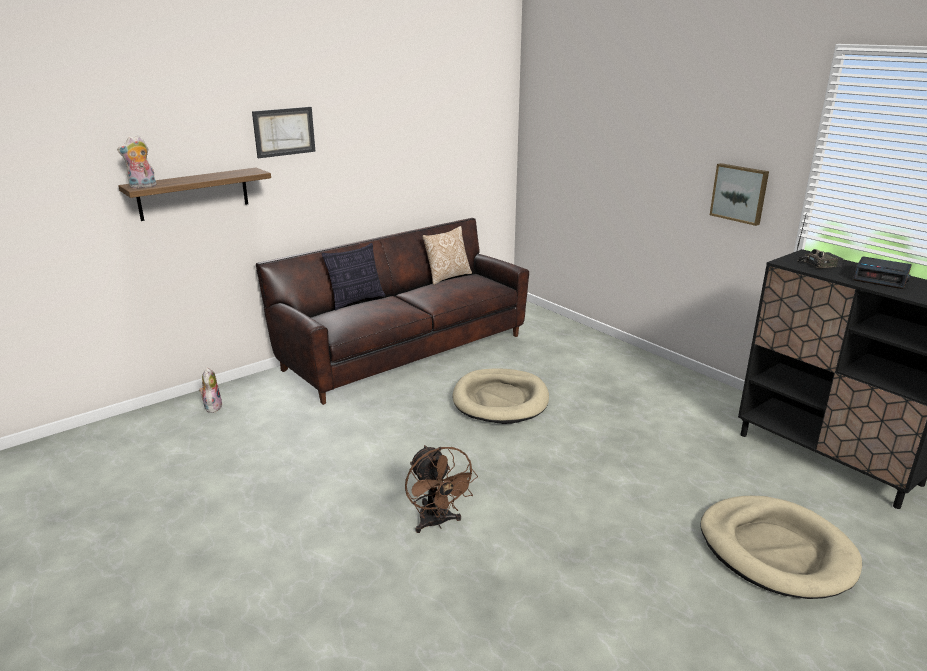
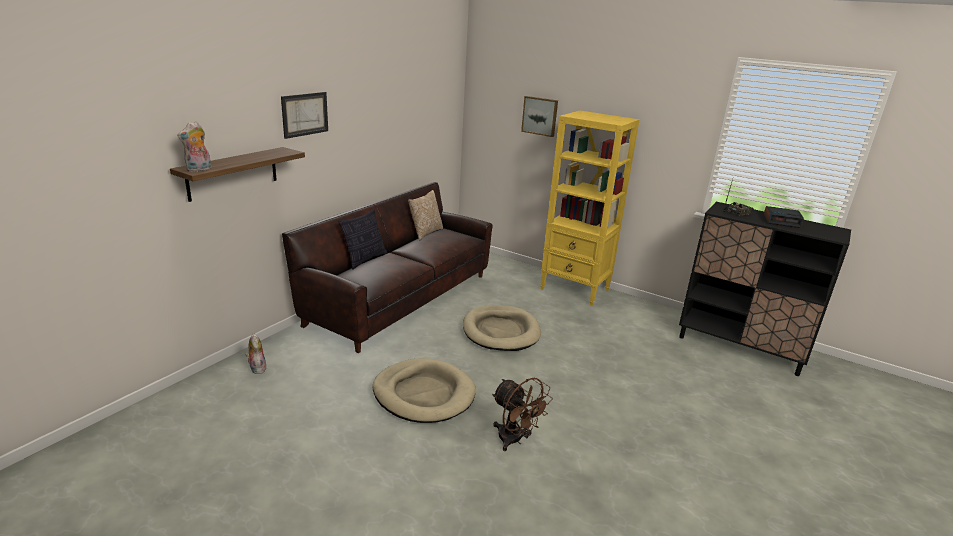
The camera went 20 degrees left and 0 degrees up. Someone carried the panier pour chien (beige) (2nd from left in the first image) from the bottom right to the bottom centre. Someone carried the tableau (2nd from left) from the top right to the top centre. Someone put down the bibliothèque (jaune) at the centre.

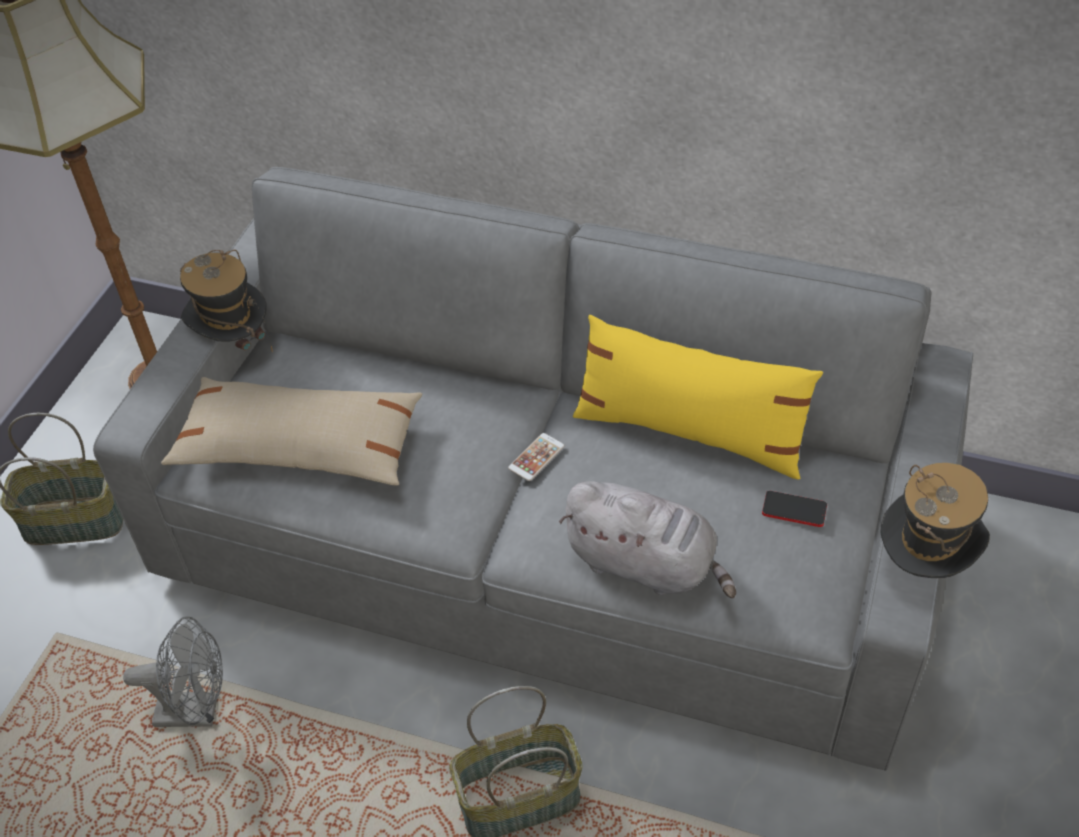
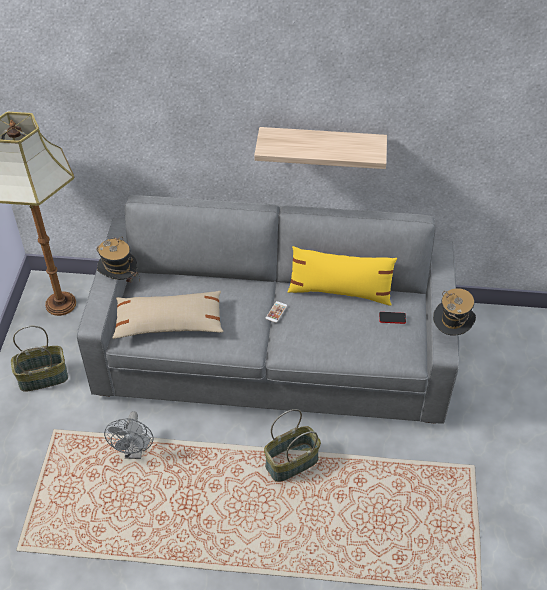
The camera went 15 degrees left and 0 degrees up. Someone rotated the ventilateur (gris) at the bottom left by 105 degrees clockwise. Someone took away the peluche (gris) at the centre. Someone put up the étagère at the top centre.

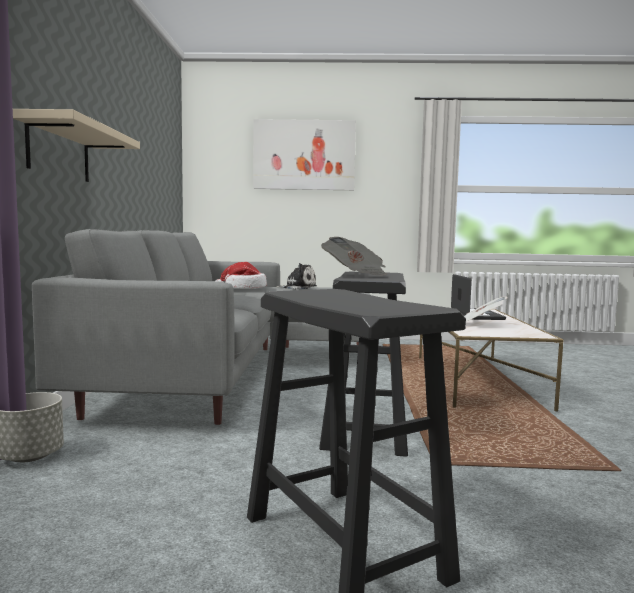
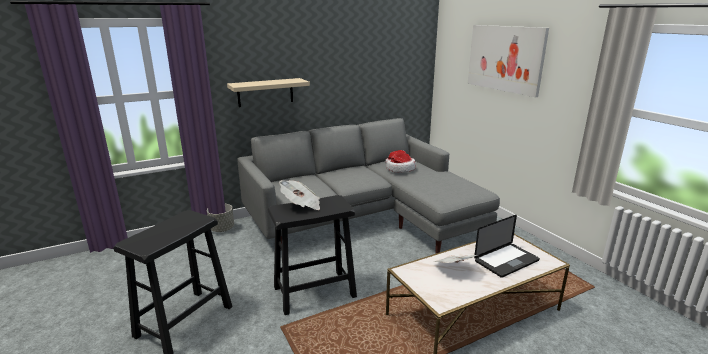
The camera went 60 degrees right and 15 degrees up. Someone took away the peluche at the centre.

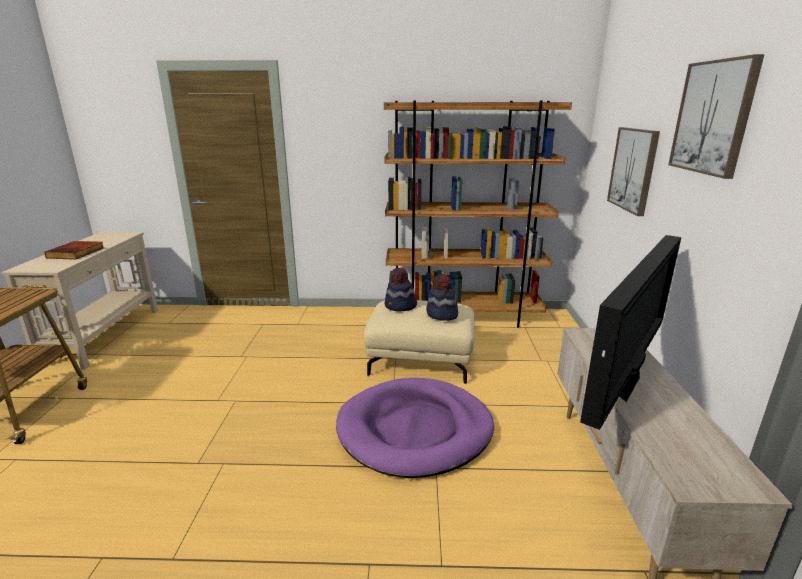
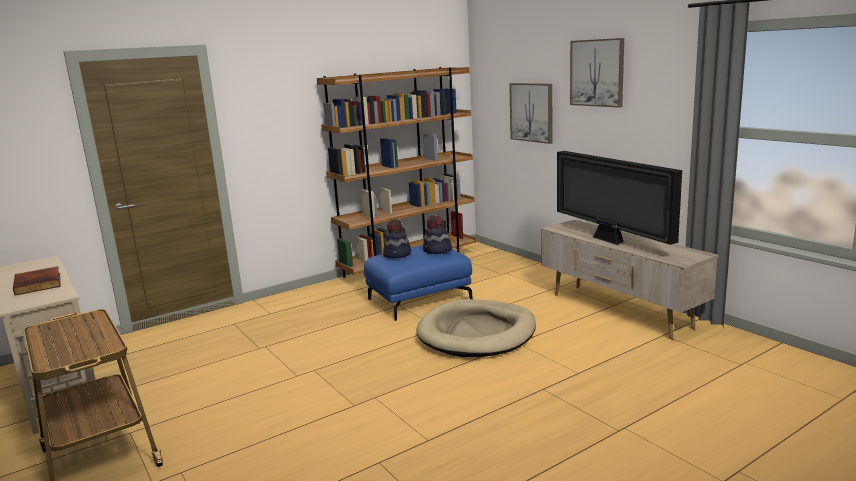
The camera went 35 degrees left and 5 degrees down. Someone repainted the panier pour chien (violet) at the bottom centre, which became the panier pour chien (beige) at the bottom centre. Someone repainted the pouf (beige) at the centre, which became the pouf (bleu) at the centre. Someone rotated the téléviseur at the middle right by 150 degrees clockwise.

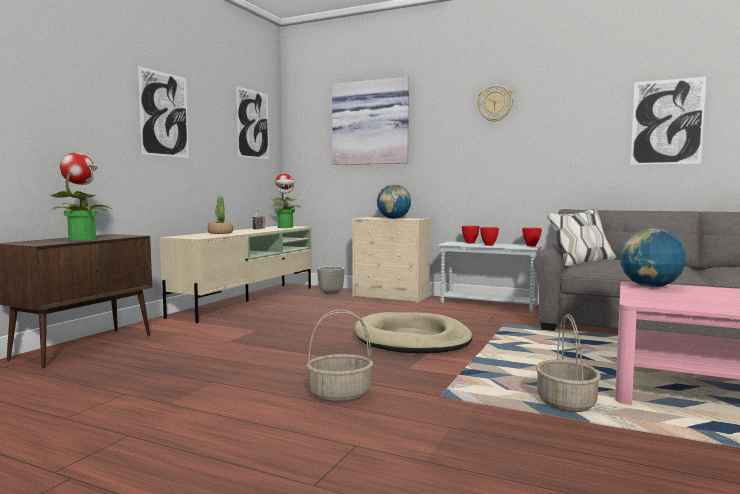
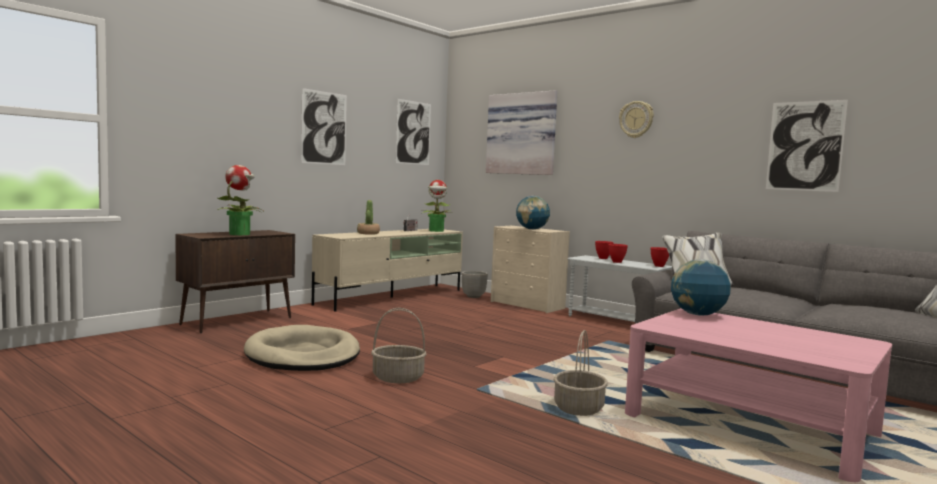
The camera went 15 degrees right and 0 degrees up. Someone carried the panier pour chien (beige) from the bottom centre to the bottom left.

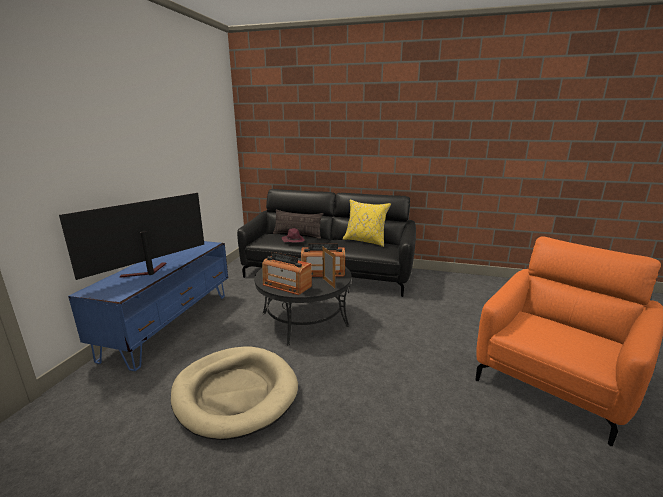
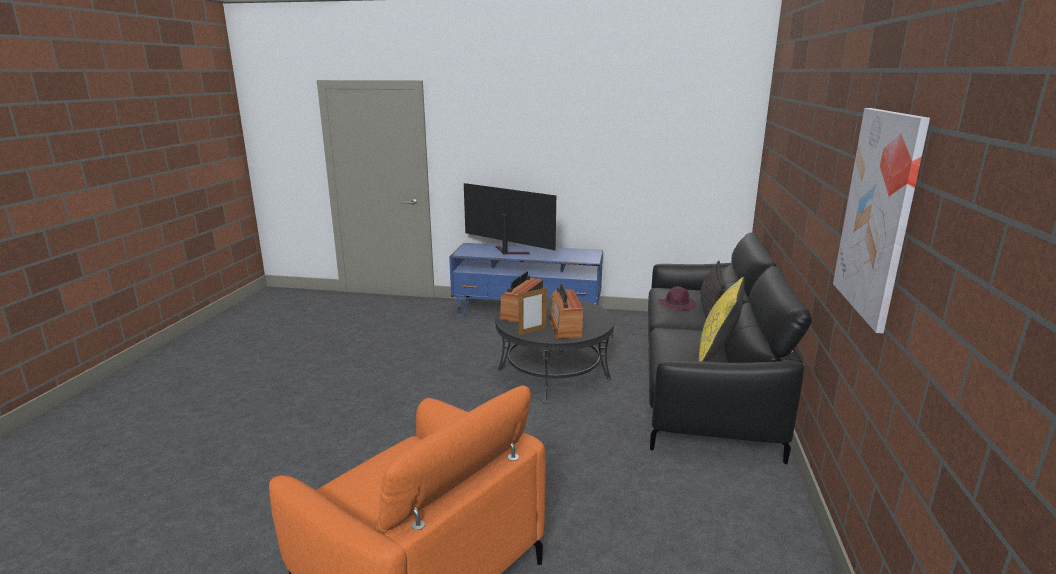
The camera went 85 degrees right and 0 degrees up. Someone took away the panier pour chien (beige) at the bottom centre. Someone put up the tableau at the middle right.

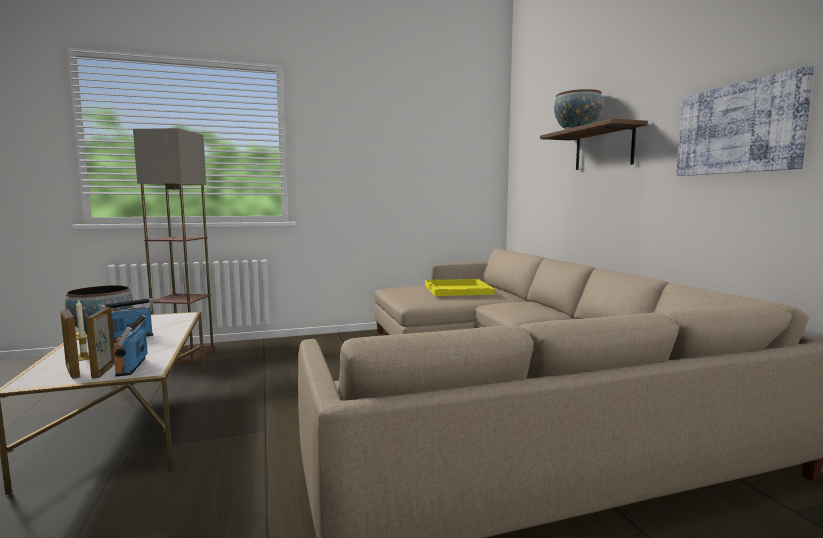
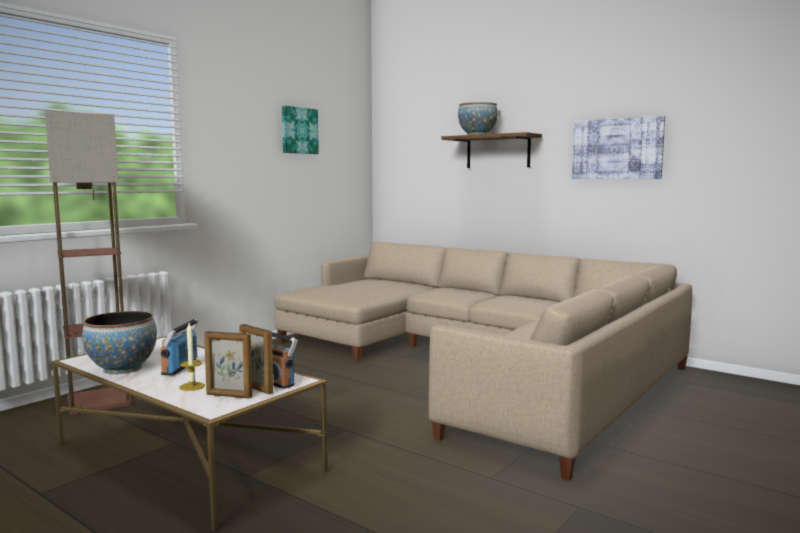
The camera went 35 degrees left and 0 degrees up. Someone took away the plateau (jaune) at the centre. Someone put up the tableau (1st from left) at the top centre.

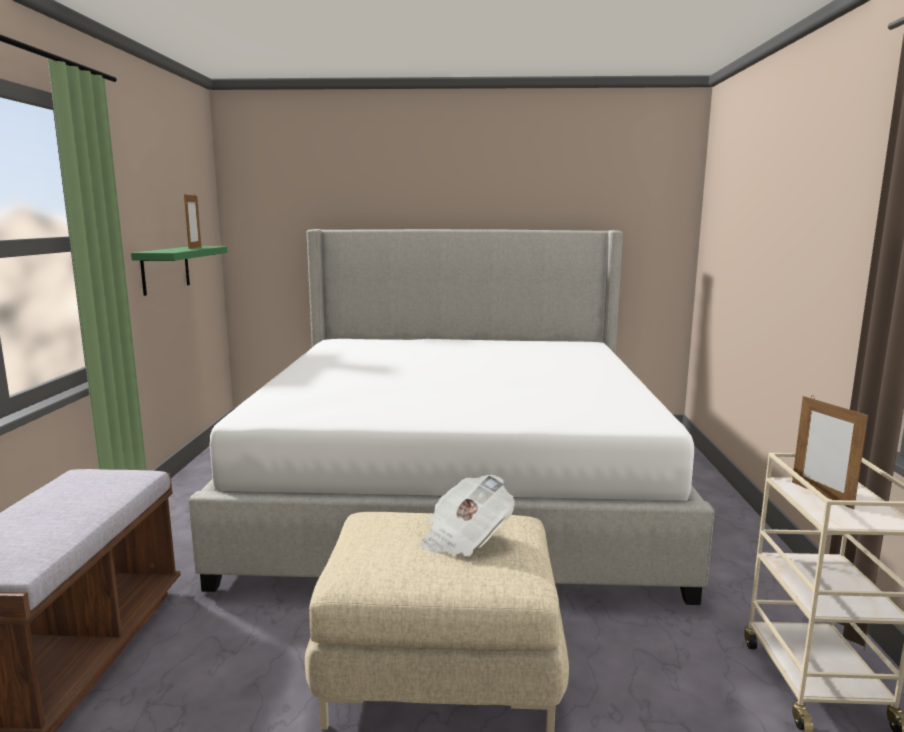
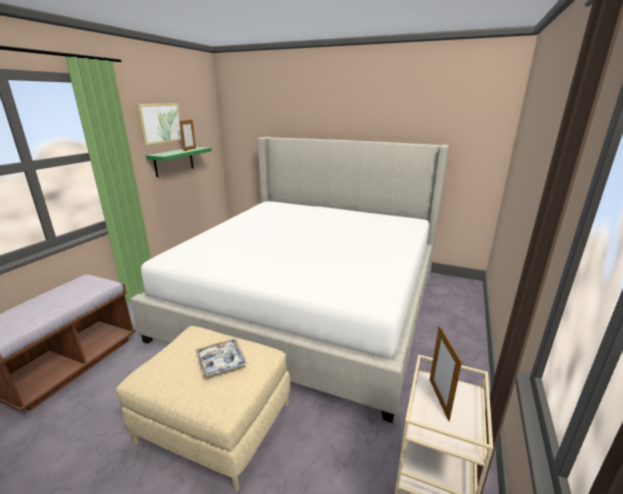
The camera went 20 degrees right and 10 degrees up. Someone swapped the journal at the bottom centre for the plateau at the bottom centre. Someone put up the tableau at the top left.

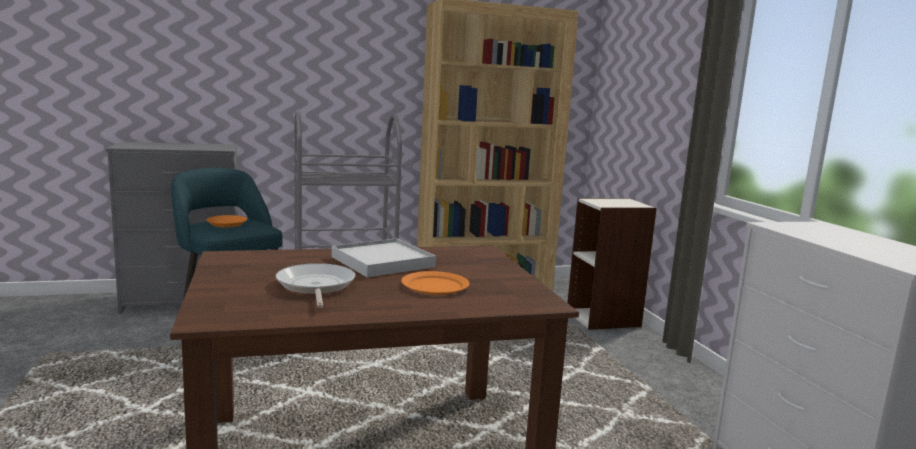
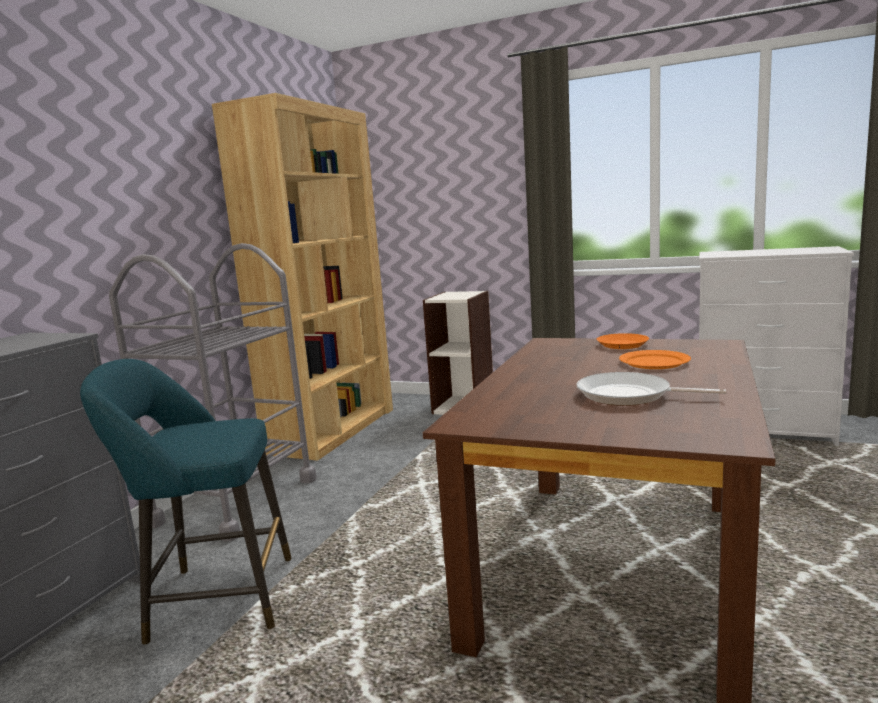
The camera went 50 degrees left and 0 degrees up. Someone carried the assiette (orange) (1st from left) from the middle left to the middle right. Someone took away the plateau (blanc) at the centre.

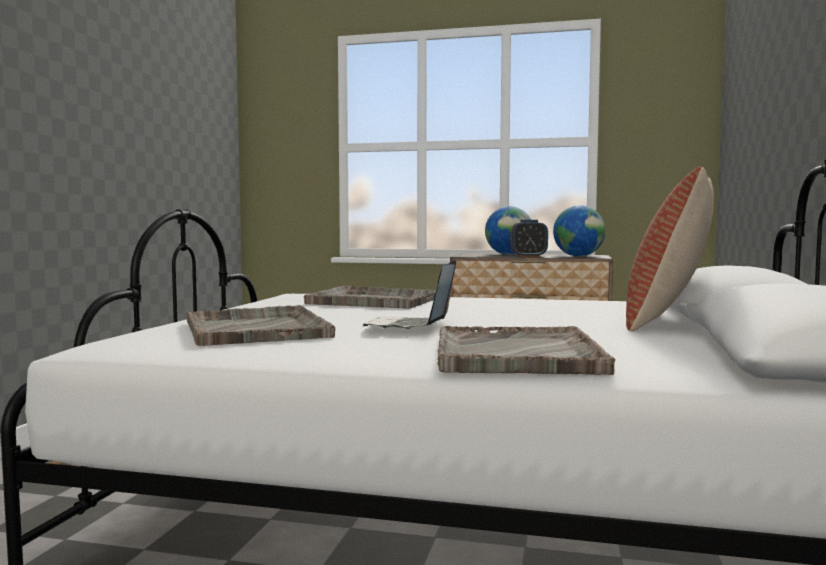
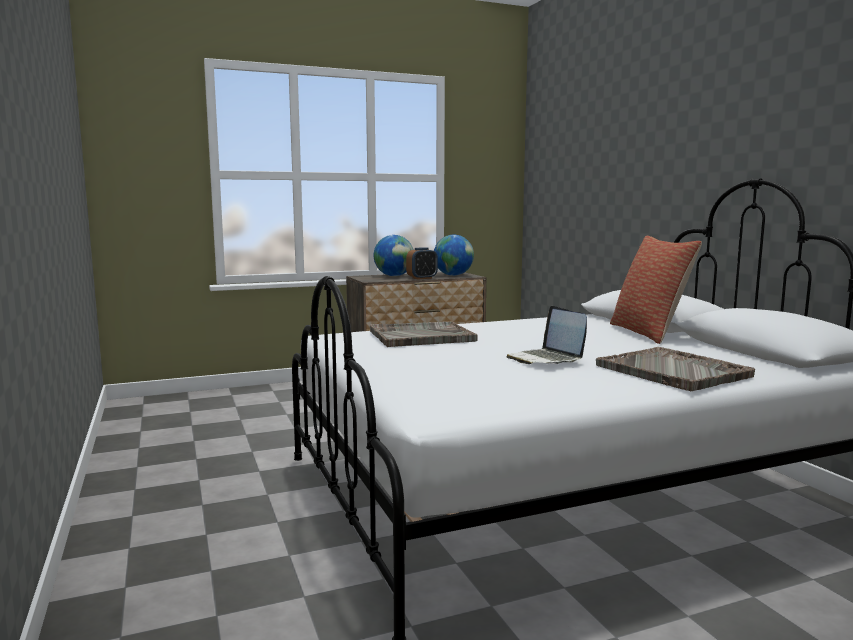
The camera went 35 degrees left and 5 degrees up. Someone took away the plateau (gris) (1st from left) at the middle left.

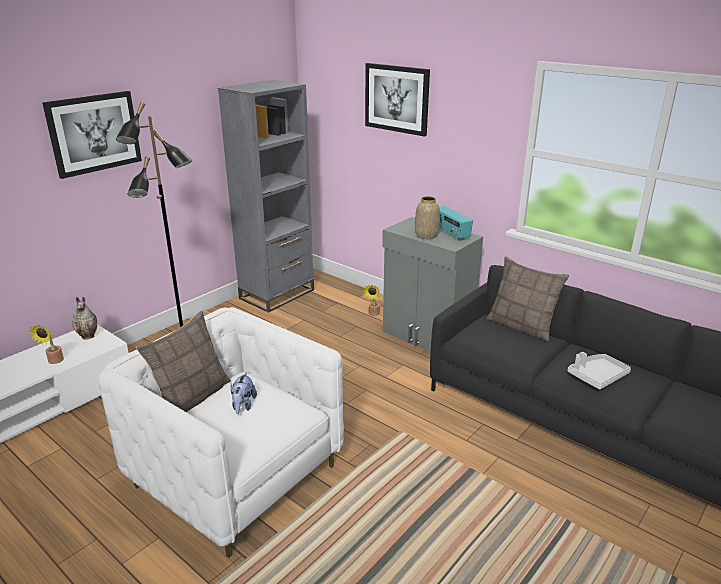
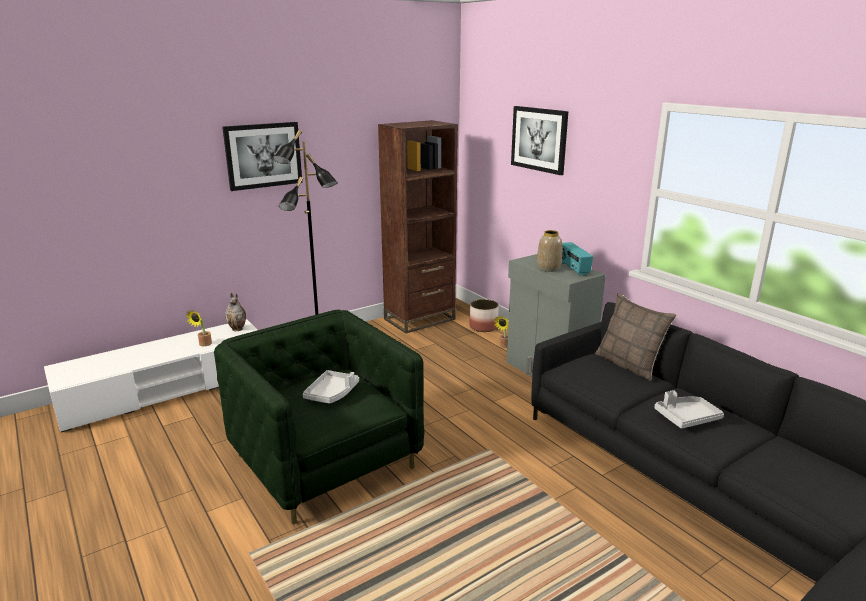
The camera went 15 degrees right and 5 degrees down. Someone repainted the fauteuil (blanc) at the bottom left, which became the fauteuil (vert) at the bottom centre. Someone took away the coussin (1st from left) at the middle left. Someone repainted the bibliothèque (gris) at the centre, which became the bibliothèque (marron) at the centre. Someone swapped the peluche at the bottom centre for the plateau (gris) (1st from left) at the centre. Someone put down the cache-pot at the centre.

